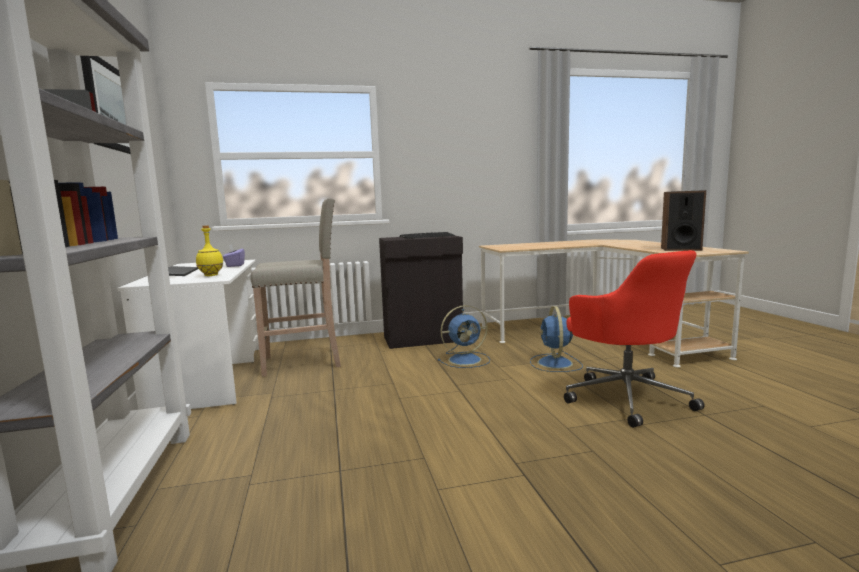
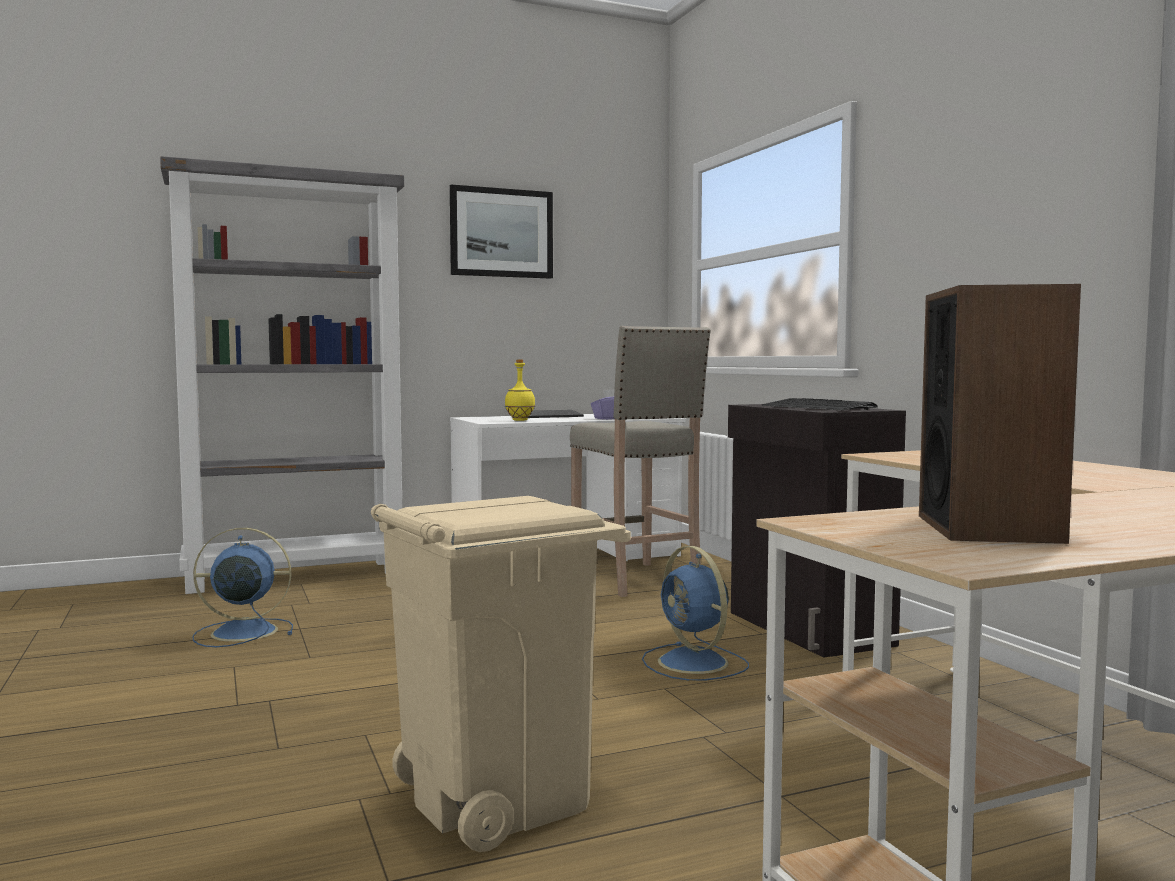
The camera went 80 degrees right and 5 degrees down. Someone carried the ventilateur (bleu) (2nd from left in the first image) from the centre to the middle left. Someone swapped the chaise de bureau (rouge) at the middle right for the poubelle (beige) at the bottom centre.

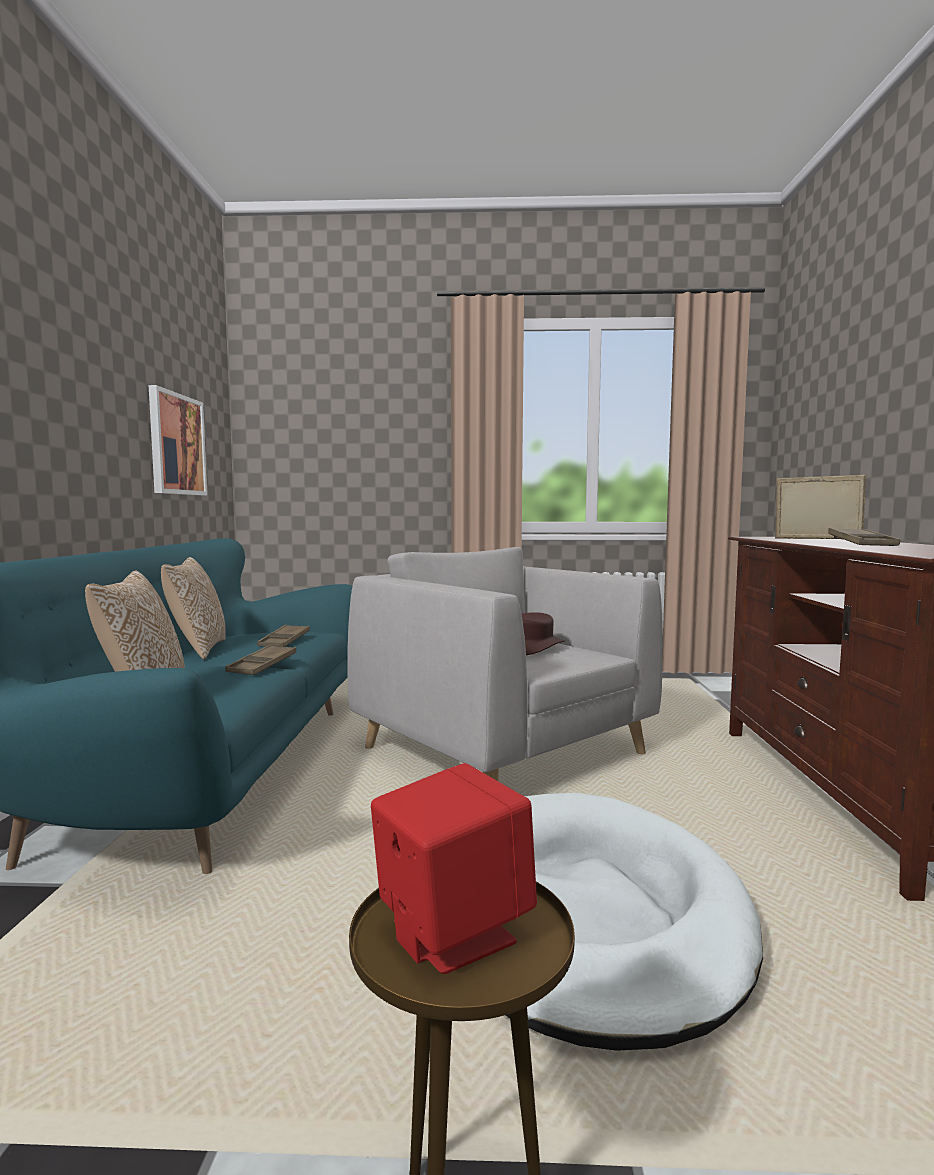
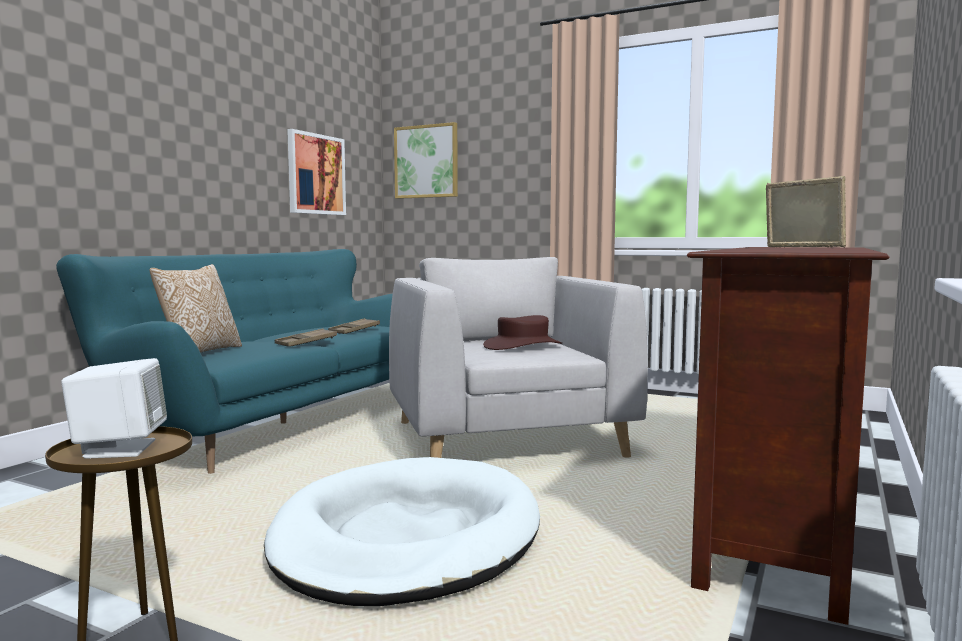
The camera went 25 degrees right and 0 degrees up. Someone took away the coussin (2nd from left) at the middle left. Someone repainted the enceinte (rouge) at the bottom centre, which became the enceinte (blanc) at the middle left. Someone took away the plateau (marron) (3rd from left) at the middle right. Someone put up the tableau (2nd from left) at the top centre.

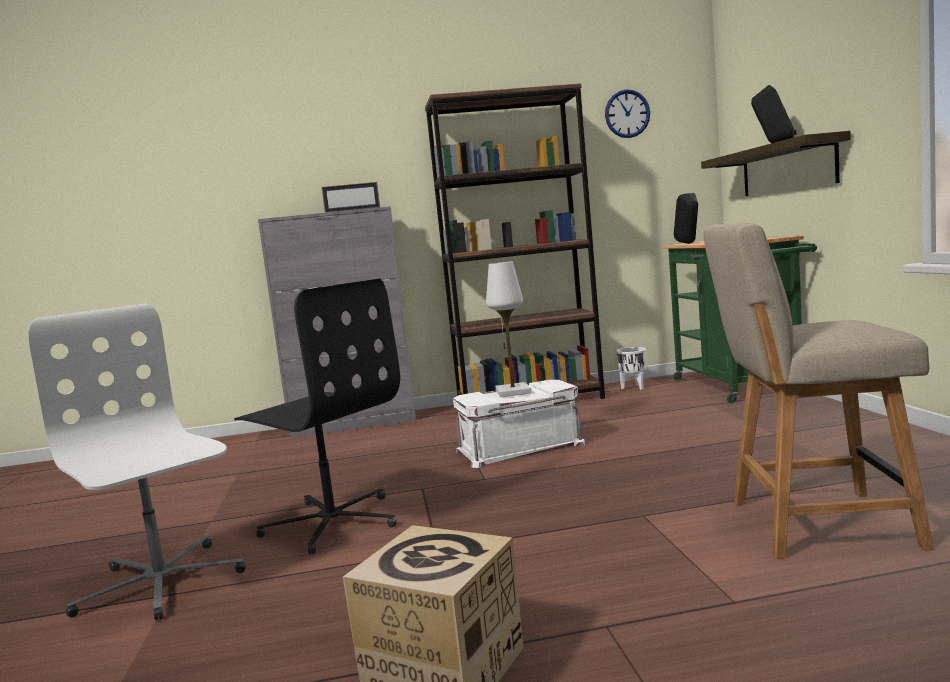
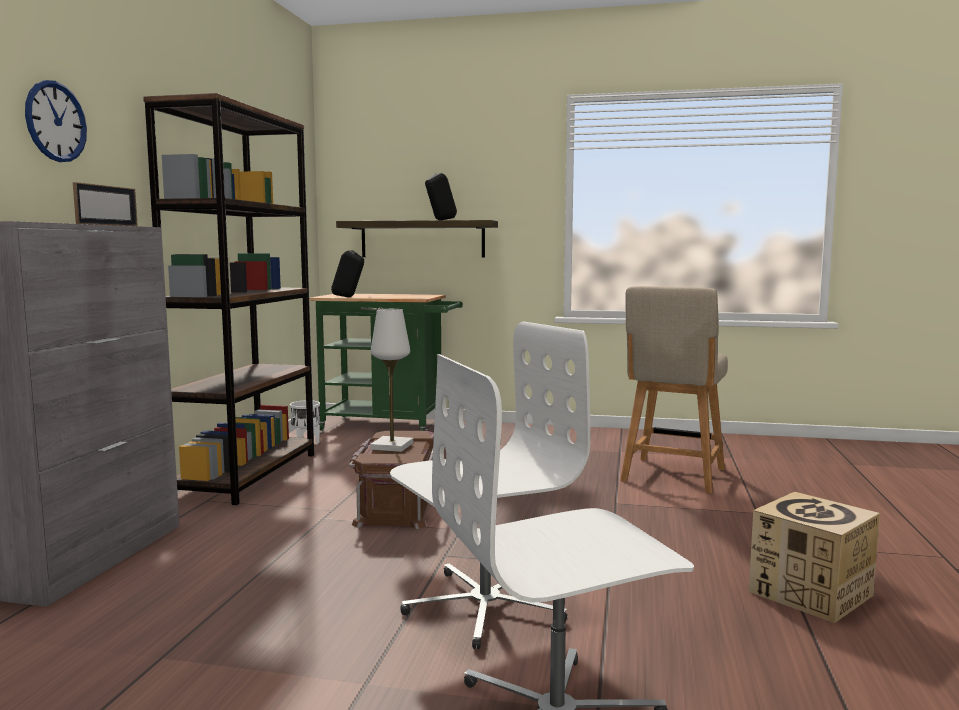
The camera went 70 degrees left and 0 degrees up. Someone repainted the chaise de bureau (noir) at the centre, which became the chaise de bureau (blanc) (1st from left) at the bottom centre. Someone repainted the boîte de rangement (blanc) at the centre, which became the boîte de rangement (marron) at the bottom centre. Someone carried the horloge murale from the top centre to the top left.

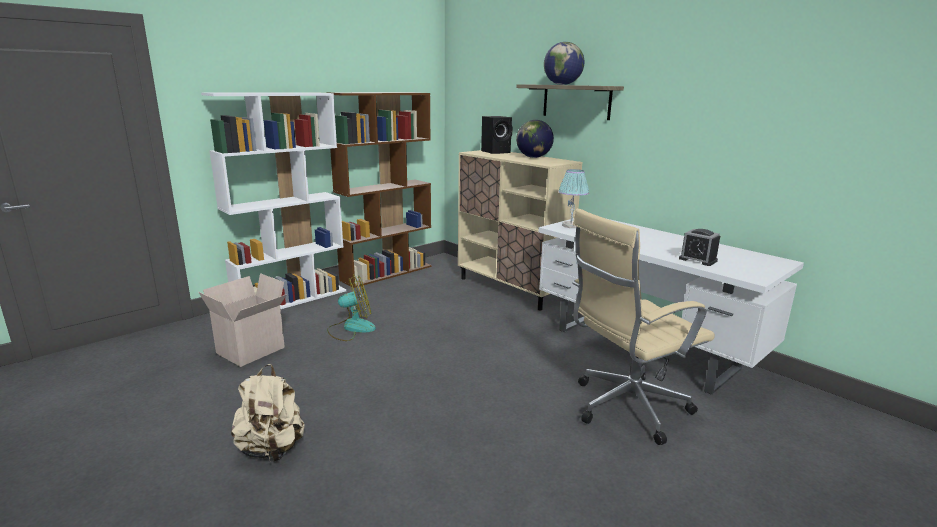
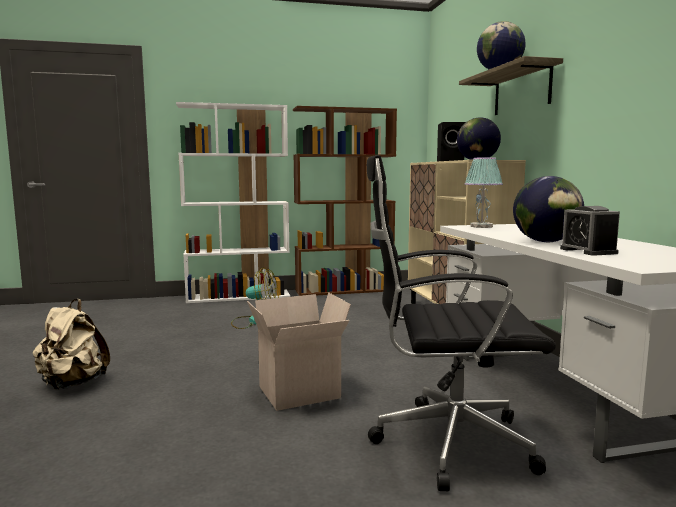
The camera went 30 degrees right and 10 degrees down. Someone carried the carton from the middle left to the bottom centre. Someone repainted the chaise de bureau (beige) at the middle right, which became the chaise de bureau (noir) at the middle right. Someone put down the globe (3rd from left) at the middle right.

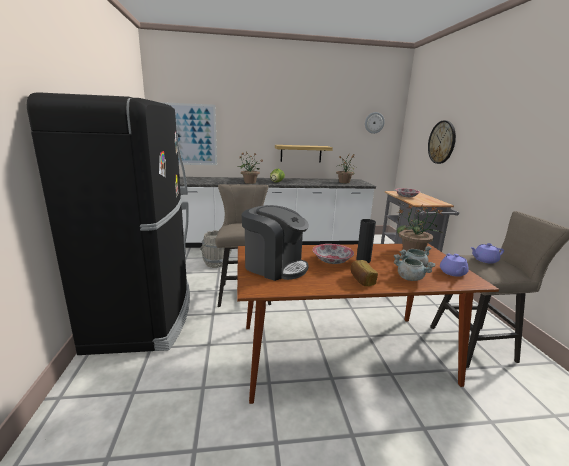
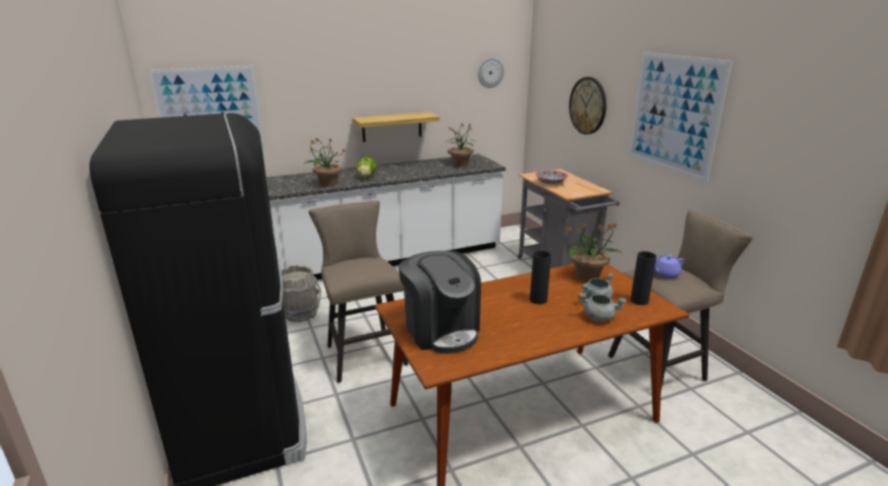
The camera went 15 degrees left and 5 degrees up. Someone rotated the machine à café at the centre by 45 degrees clockwise. Someone took away the bol (1st from left) at the centre. Someone took away the pain at the centre. Someone swapped the théière (violet) (1st from left) at the middle right for the vase (noir) (2nd from left) at the middle right. Someone put up the tableau (2nd from left) at the top right.

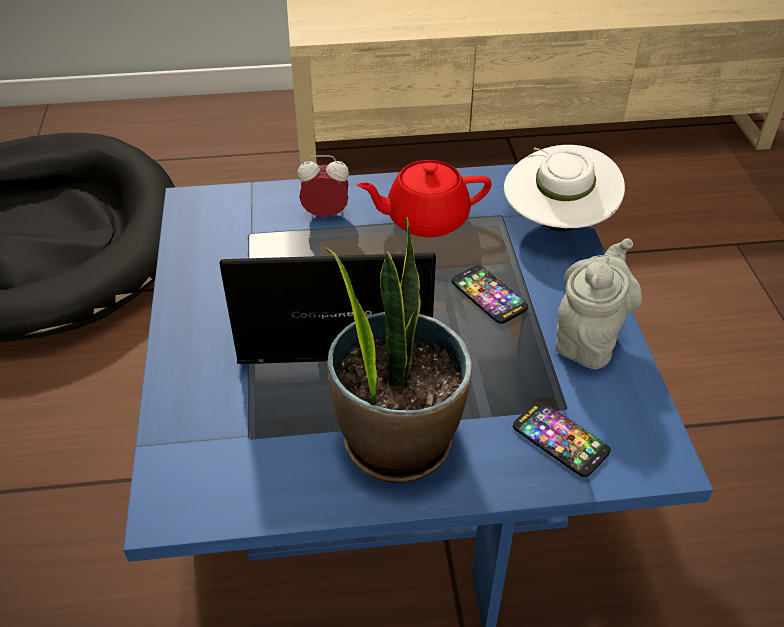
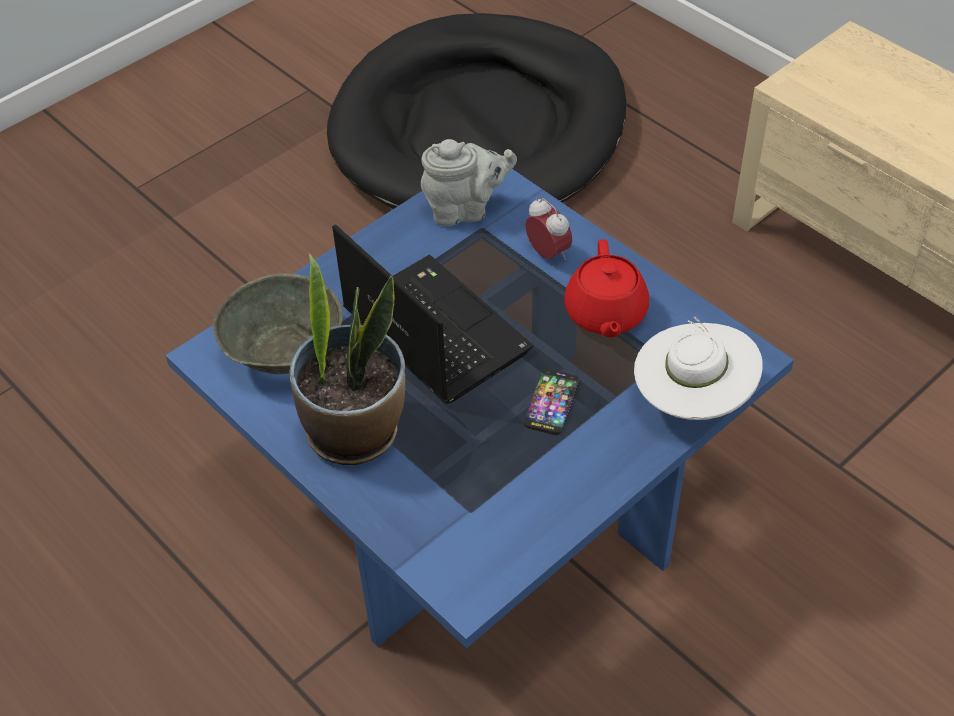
The camera went 55 degrees right and 5 degrees up. Someone rotated the théière (rouge) at the top centre by 135 degrees counterclockwise. Someone took away the téléphone (2nd from left) at the bottom right. Someone carried the théière (gris) from the middle right to the top centre. Someone put down the bol (gris) at the middle left.

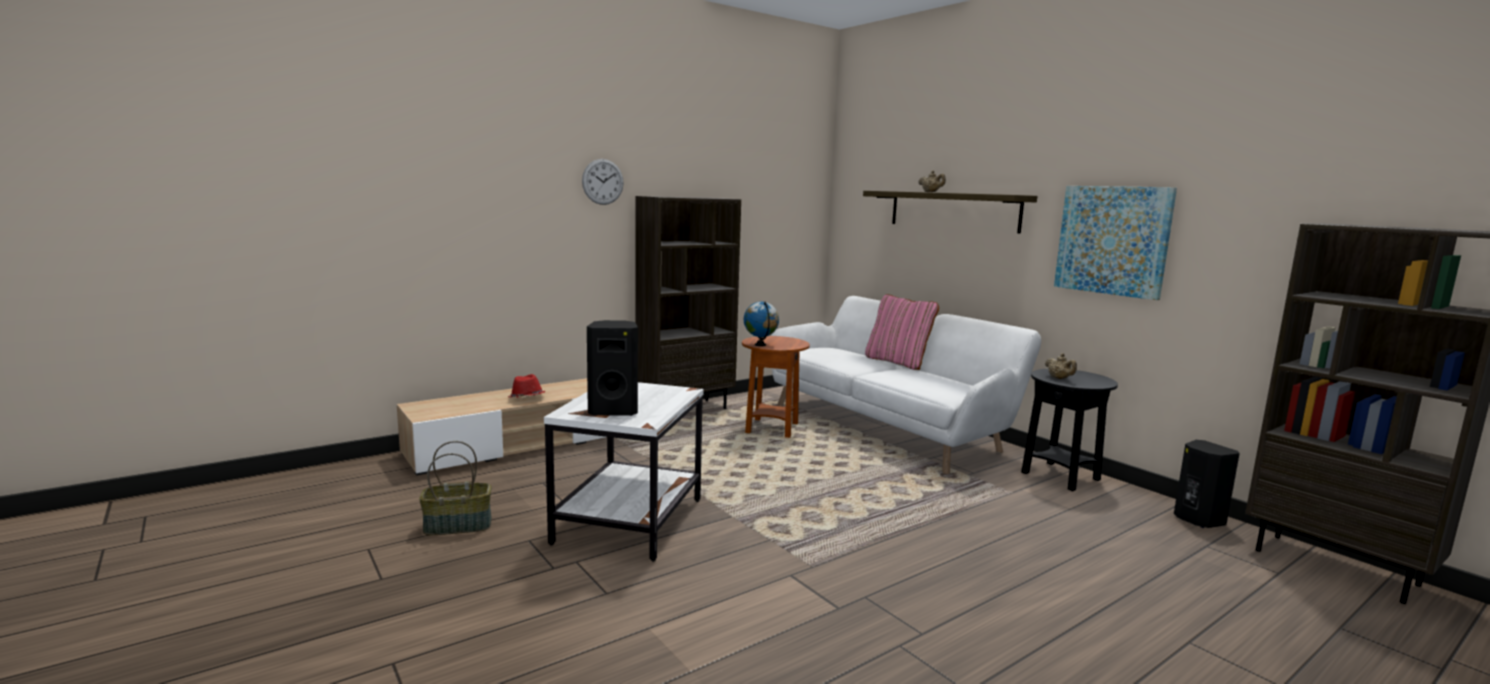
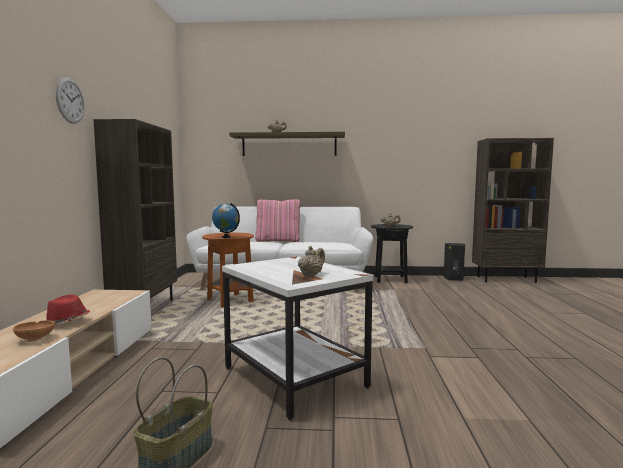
The camera went 50 degrees left and 5 degrees down. Someone swapped the enceinte (noir) (1st from left) at the centre for the théière (beige) (2nd from left) at the centre. Someone took away the tableau at the middle right. Someone put down the bol (marron) at the bottom left.

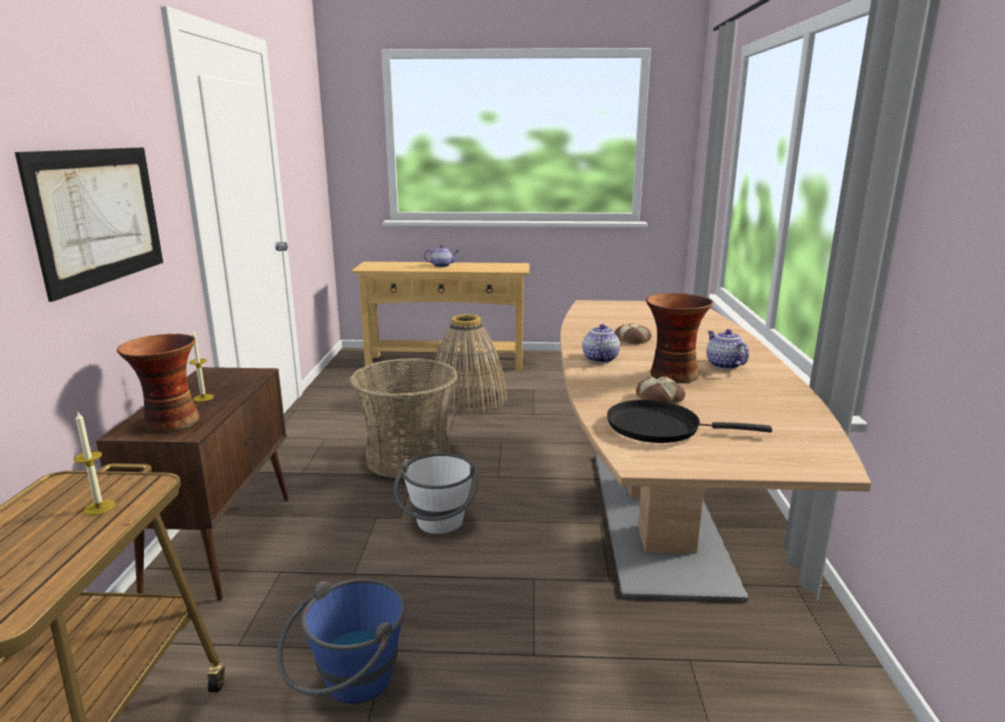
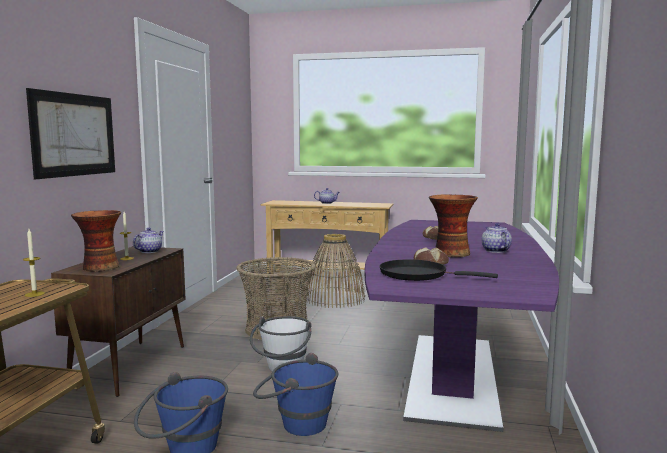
The camera went 10 degrees right and 10 degrees down. Someone repainted the table à manger (marron) at the middle right, which became the table à manger (violet) at the bottom right. Someone carried the théière (2nd from left in the first image) from the centre to the middle left. Someone put down the seau (bleu) (2nd from left) at the bottom centre.

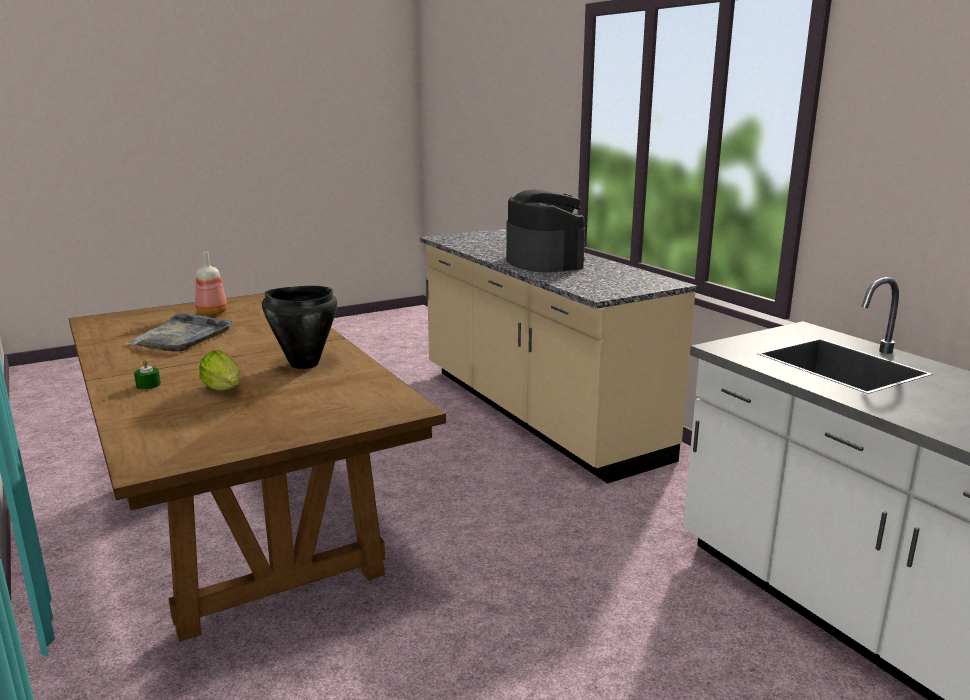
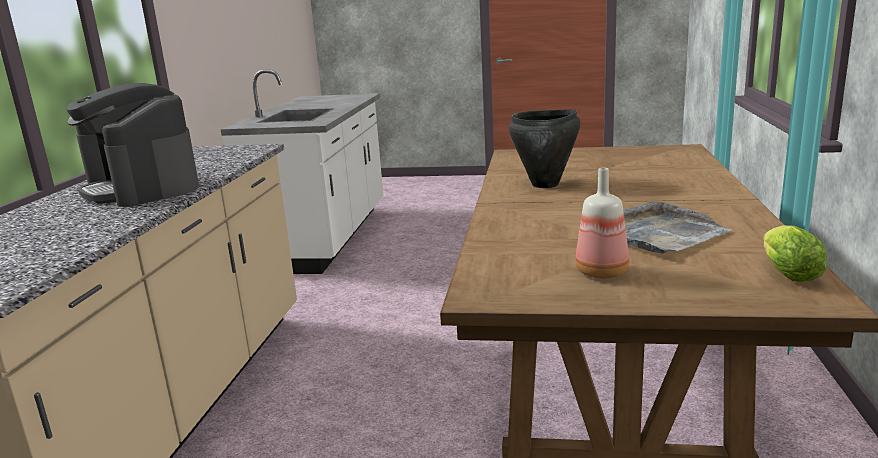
The camera went 140 degrees left and 0 degrees up. Someone took away the bougie (vert) at the middle left. Someone carried the laitue from the middle left to the middle right. Someone rotated the machine à café at the top centre by 60 degrees counterclockwise.

